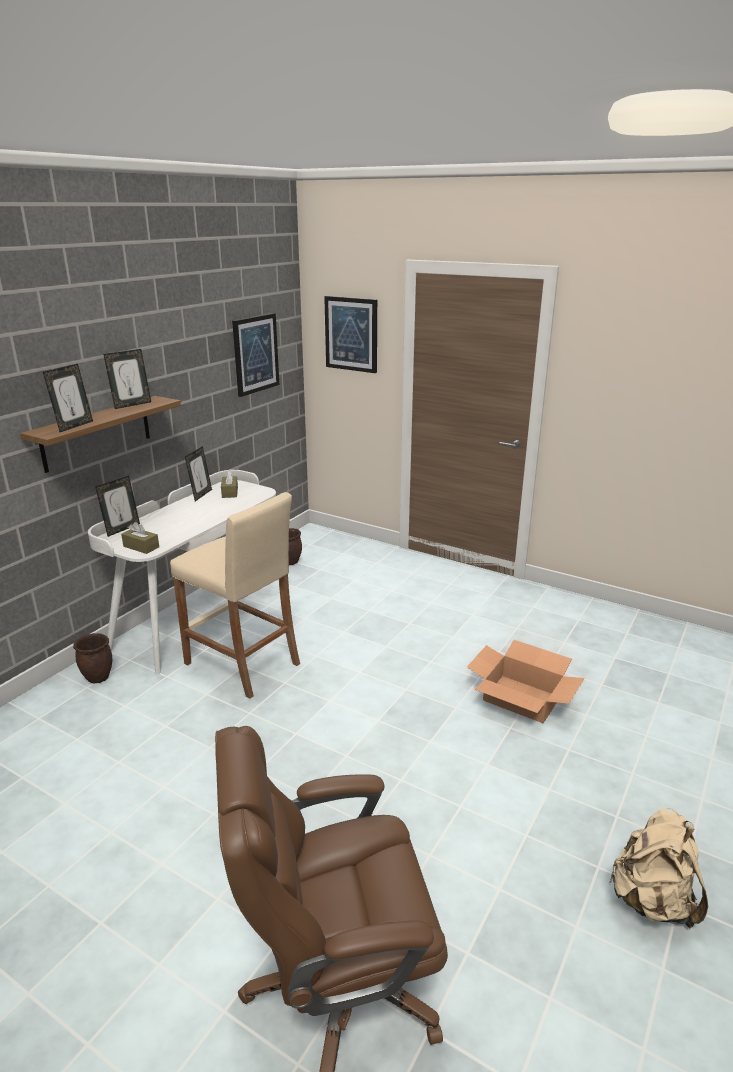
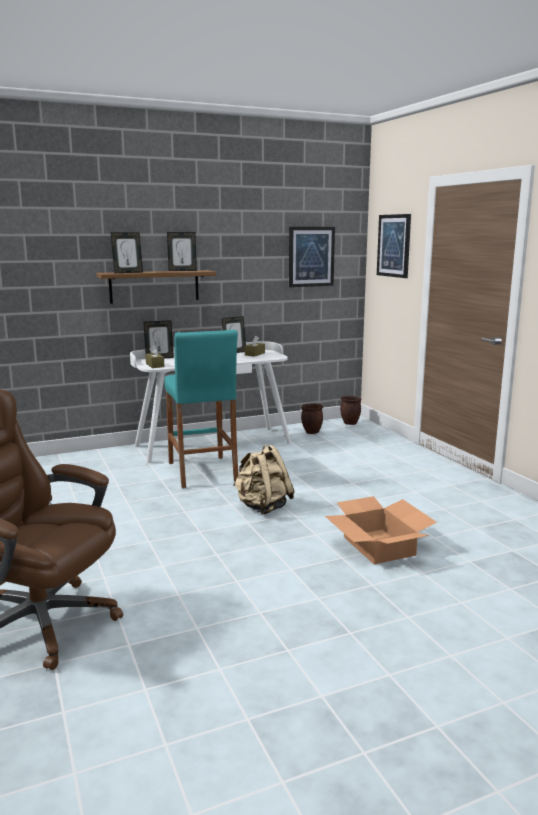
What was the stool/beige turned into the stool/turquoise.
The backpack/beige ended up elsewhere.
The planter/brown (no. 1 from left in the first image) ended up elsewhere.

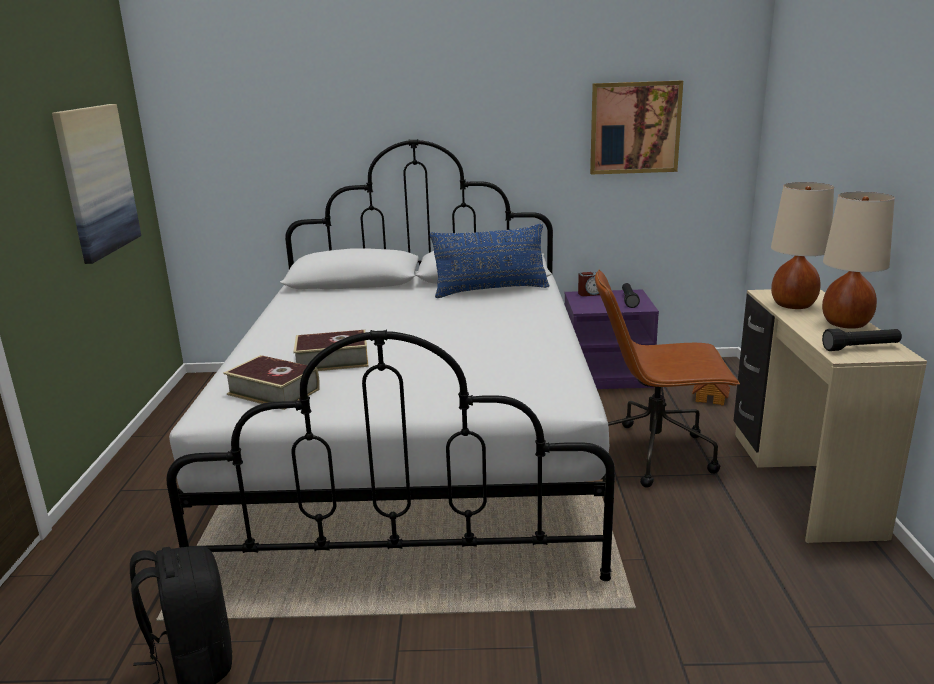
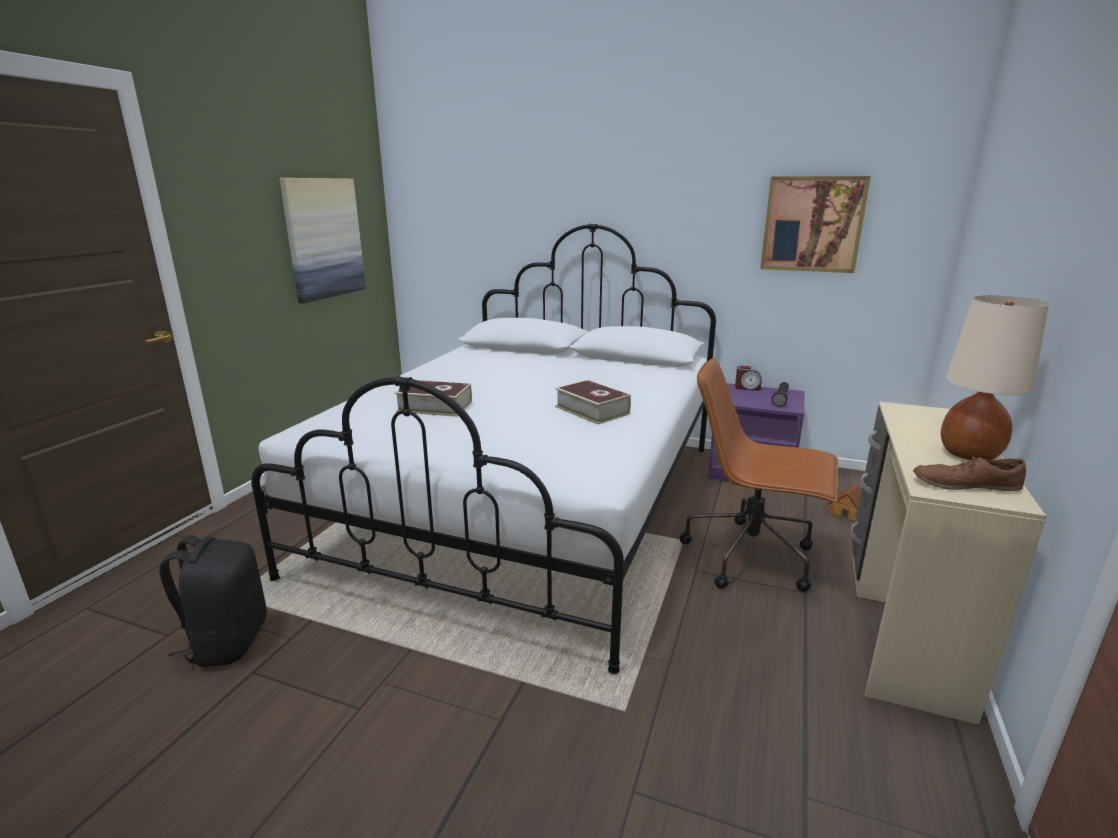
The book (no. 1 from left in the first image) ended up elsewhere.
Where the flashlight/black (no. 2 from left) stood, the shoe/brown came to stand.
The second view lost the pillow/blue.
The second view lost the table lamp/beige (no. 1 from left).

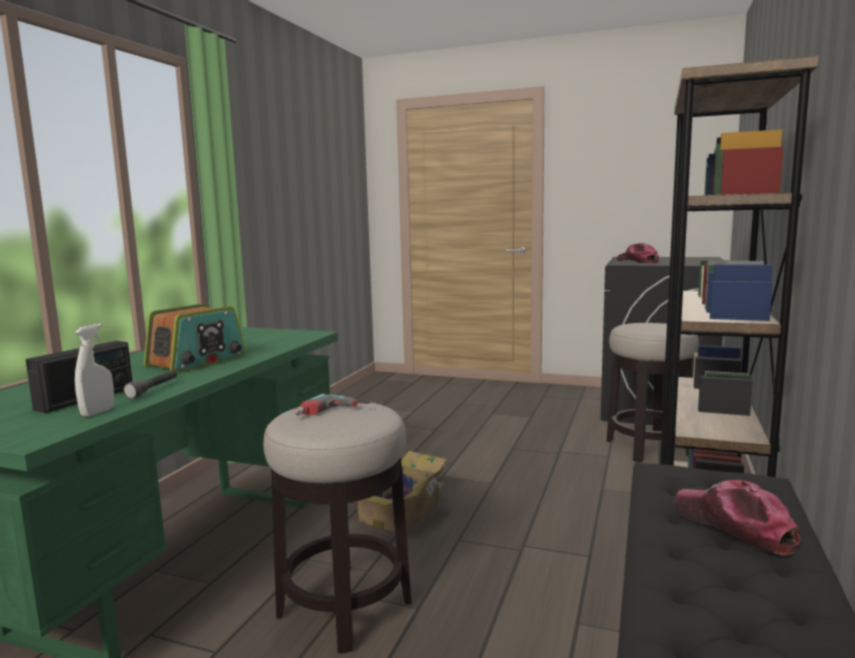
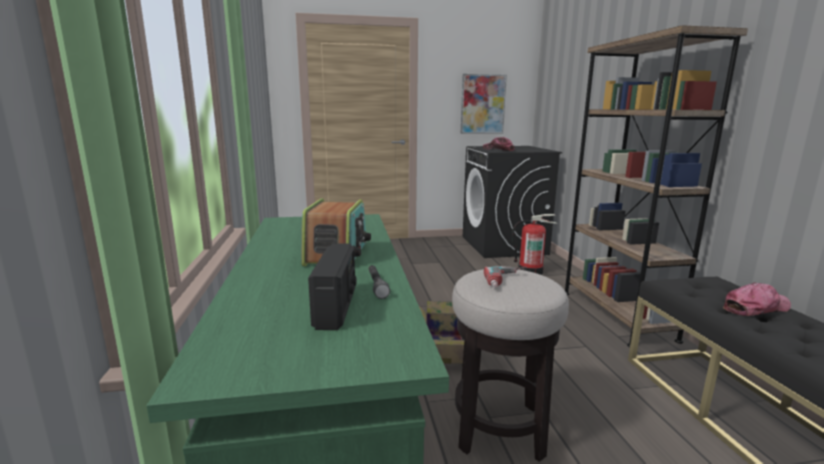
The second view gained the picture.
Where the stool (no. 2 from left) stood, the fire extinguisher came to stand.
The cap (no. 2 from left) ended up facing another way, 135 degrees clockwise from before.
The second view lost the spray bottle/white.

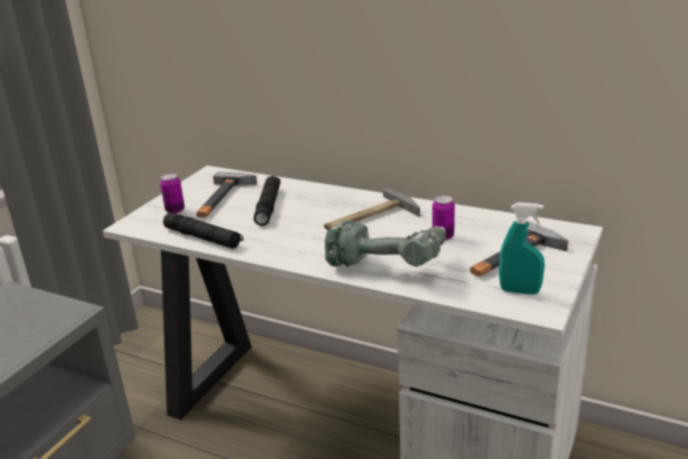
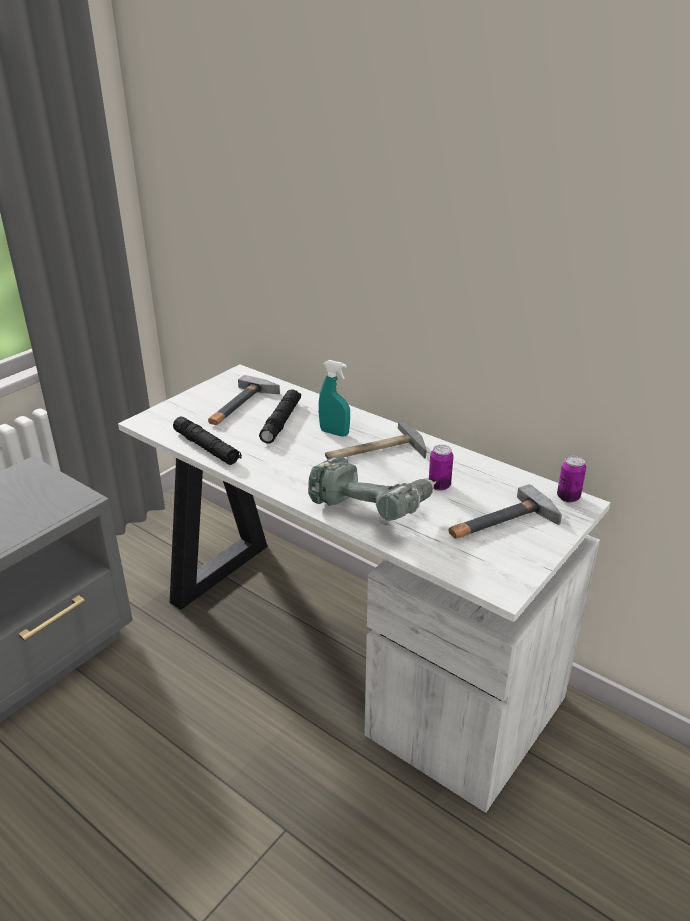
The spray bottle/turquoise ended up elsewhere.
The can (no. 1 from left in the first image) ended up elsewhere.

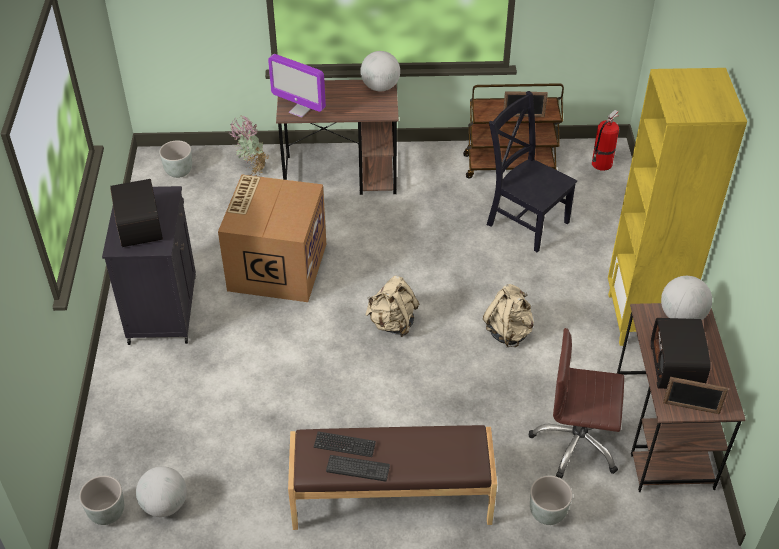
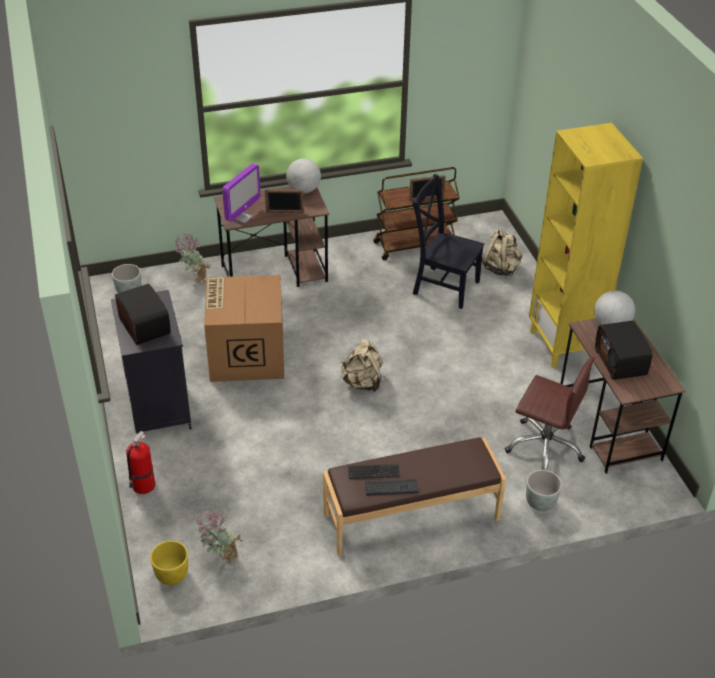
The fire extinguisher ended up elsewhere.
What was the planter/grey (no. 1 from left) turned into the planter/yellow.
Where the globe (no. 1 from left) stood, the potted plant (no. 2 from left) came to stand.
The monitor ended up facing another way, 75 degrees counterclockwise from before.
The picture frame (no. 2 from left in the first image) ended up elsewhere.
The backpack/beige (no. 2 from left) ended up elsewhere.
The office chair/brown ended up facing another way, 150 degrees counterclockwise from before.

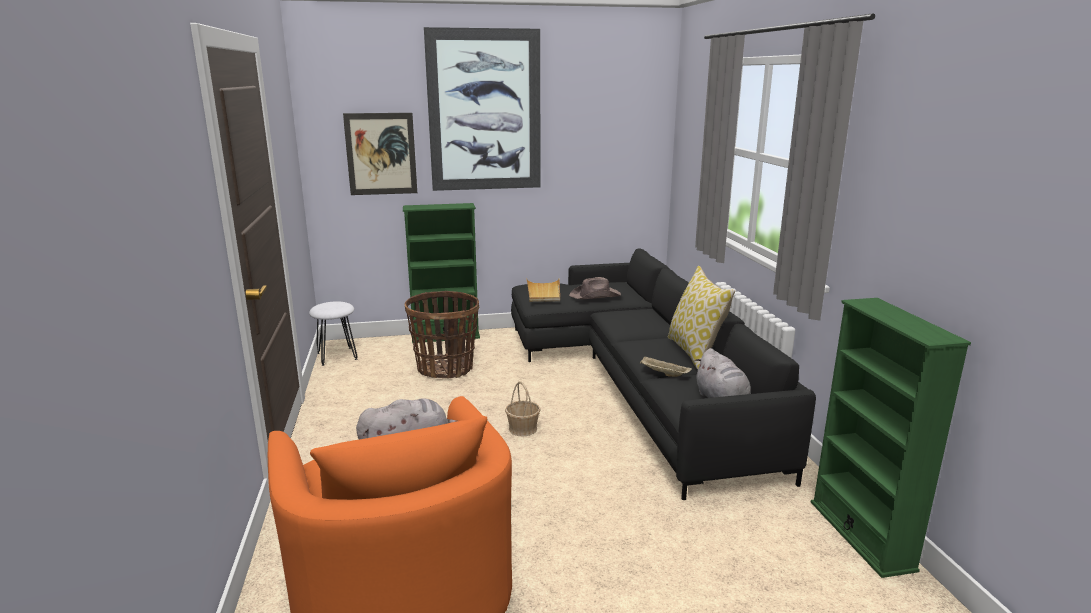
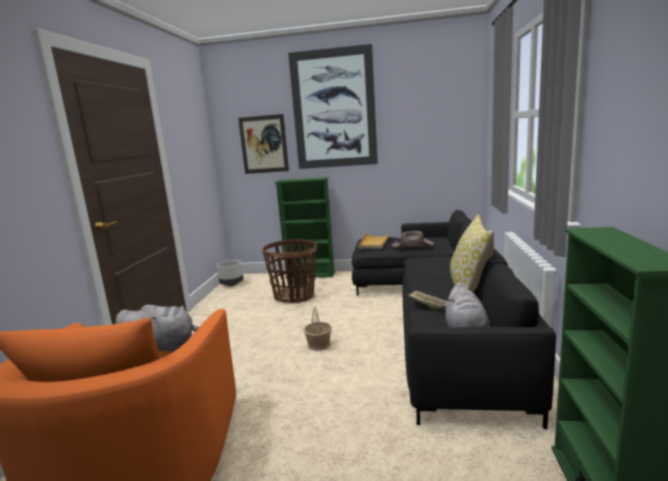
Where the stool/white stood, the planter/grey came to stand.

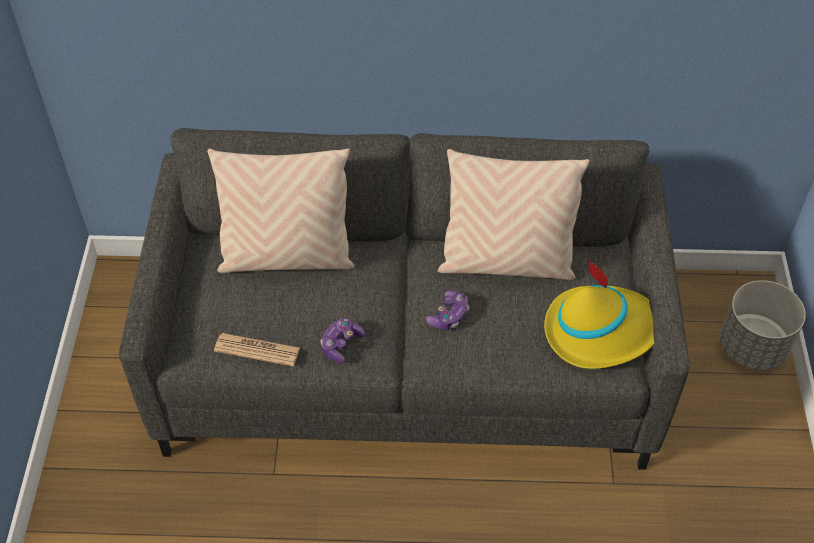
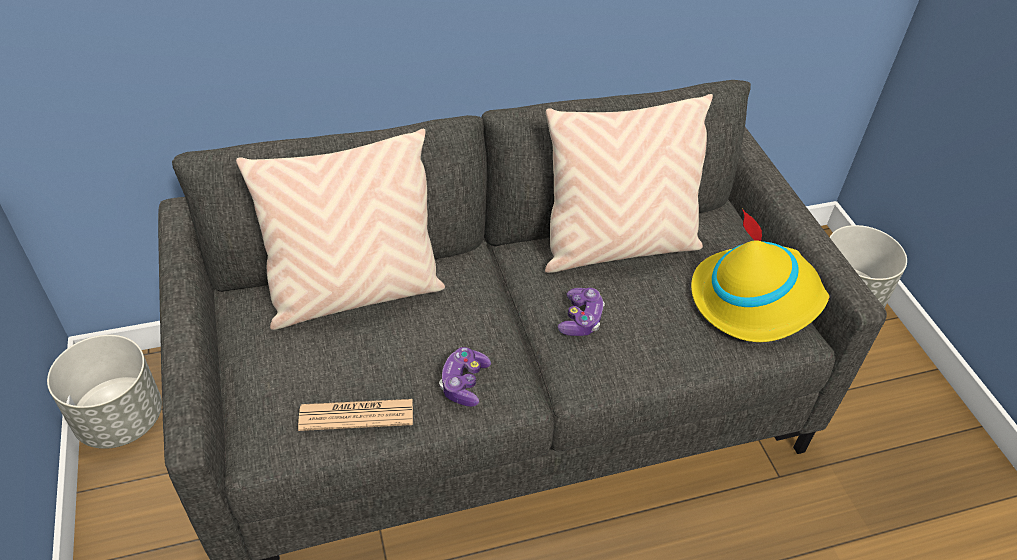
The second view gained the planter/grey (no. 1 from left).

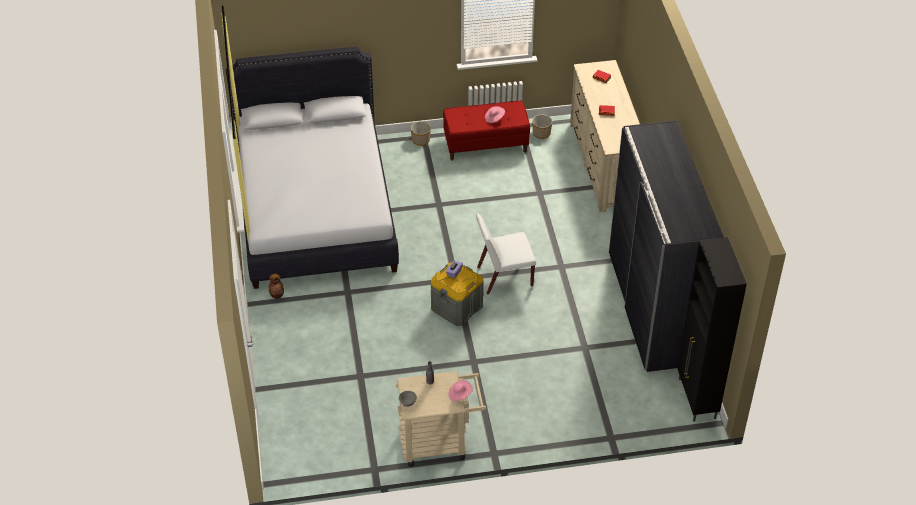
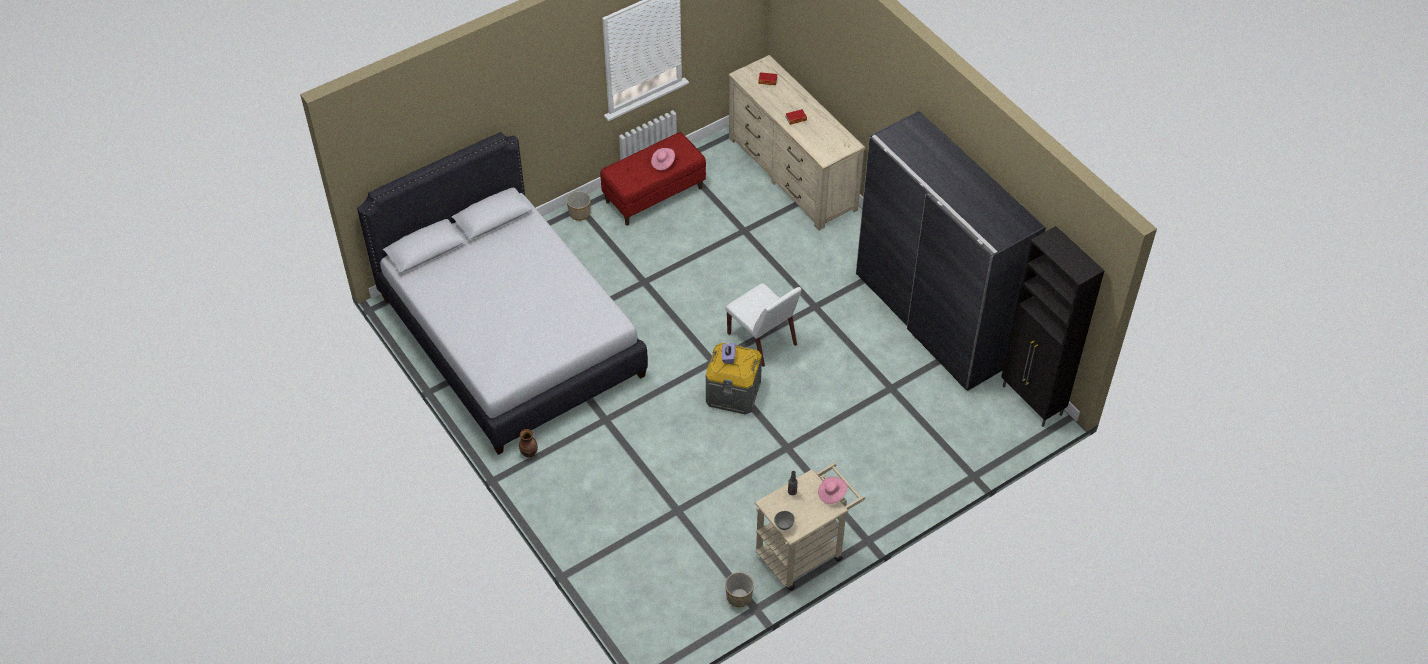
The chair/white ended up facing another way, 90 degrees counterclockwise from before.
The planter (no. 2 from left) ended up elsewhere.

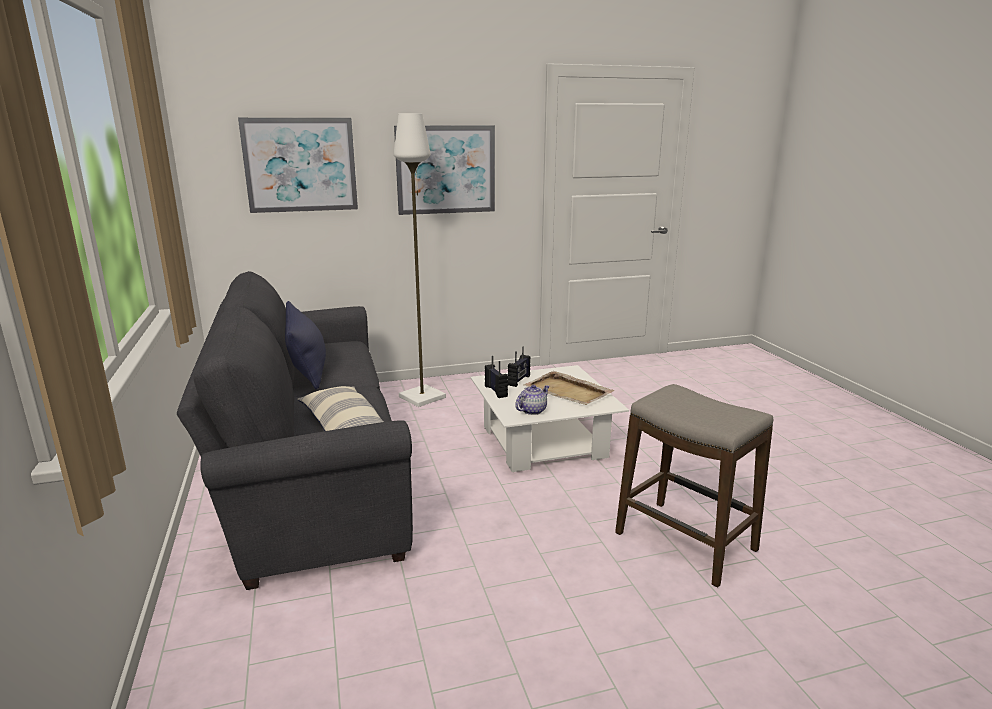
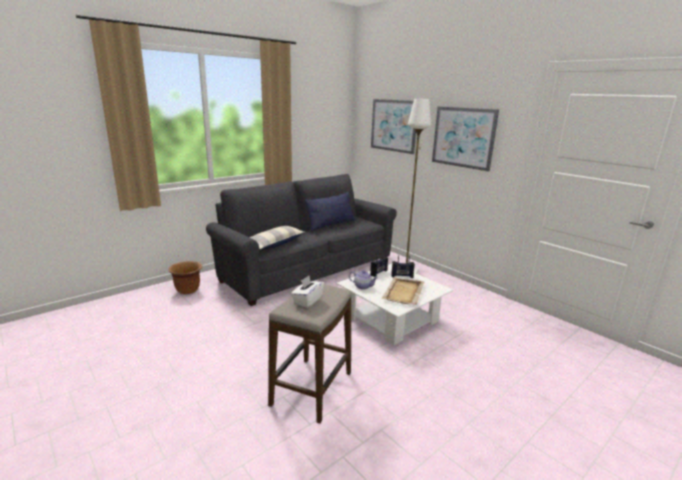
The second view gained the planter/brown.
The second view gained the tissue box/white.

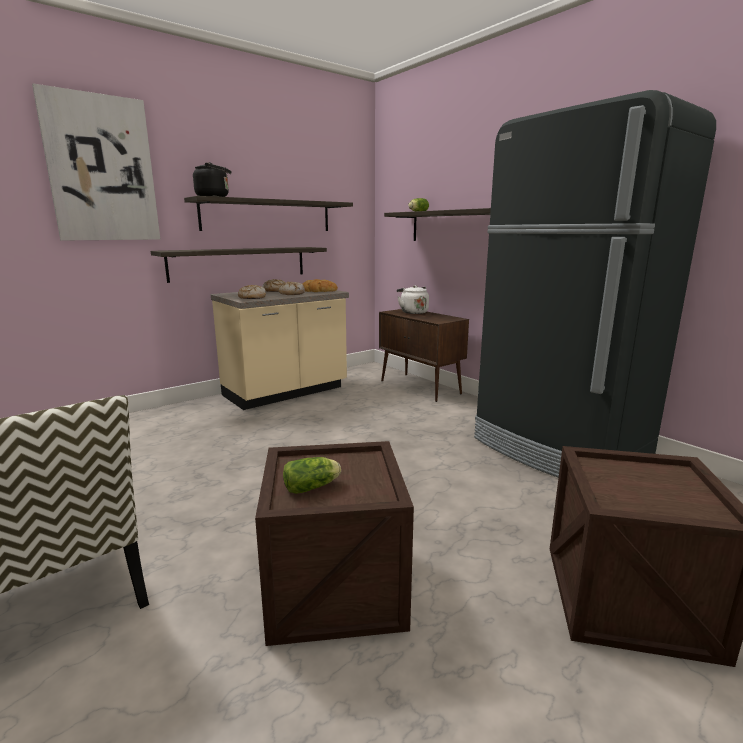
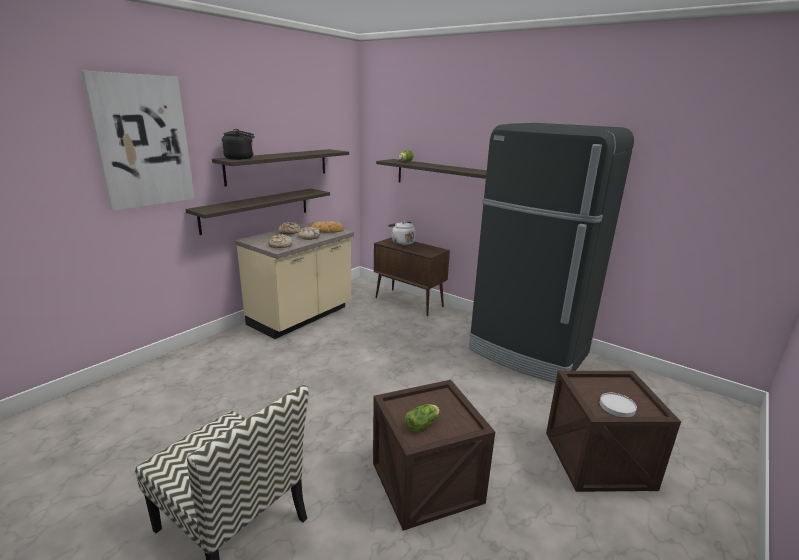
The second view gained the plate/white.

